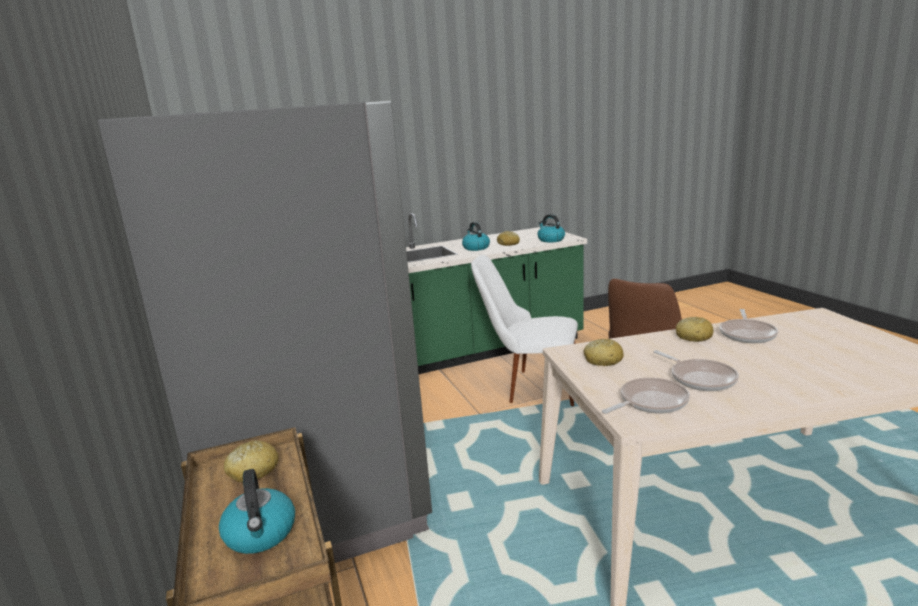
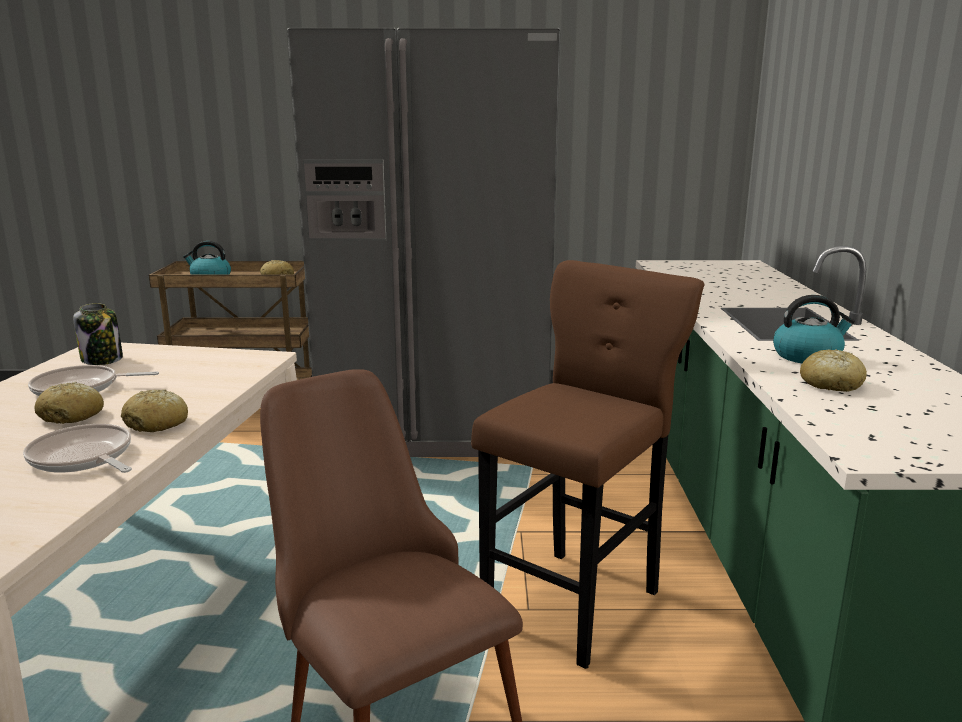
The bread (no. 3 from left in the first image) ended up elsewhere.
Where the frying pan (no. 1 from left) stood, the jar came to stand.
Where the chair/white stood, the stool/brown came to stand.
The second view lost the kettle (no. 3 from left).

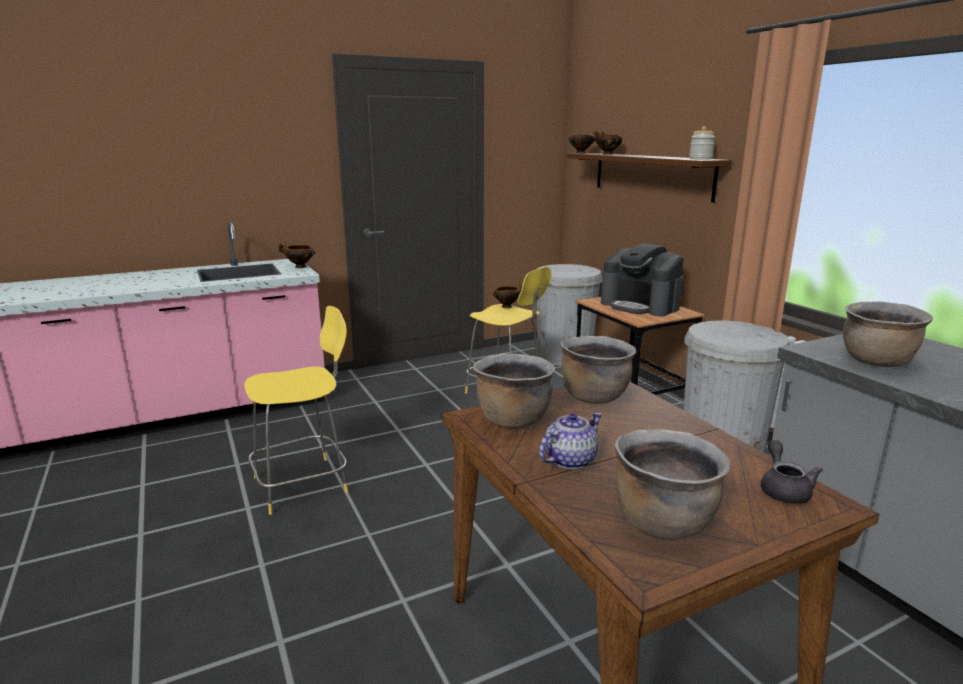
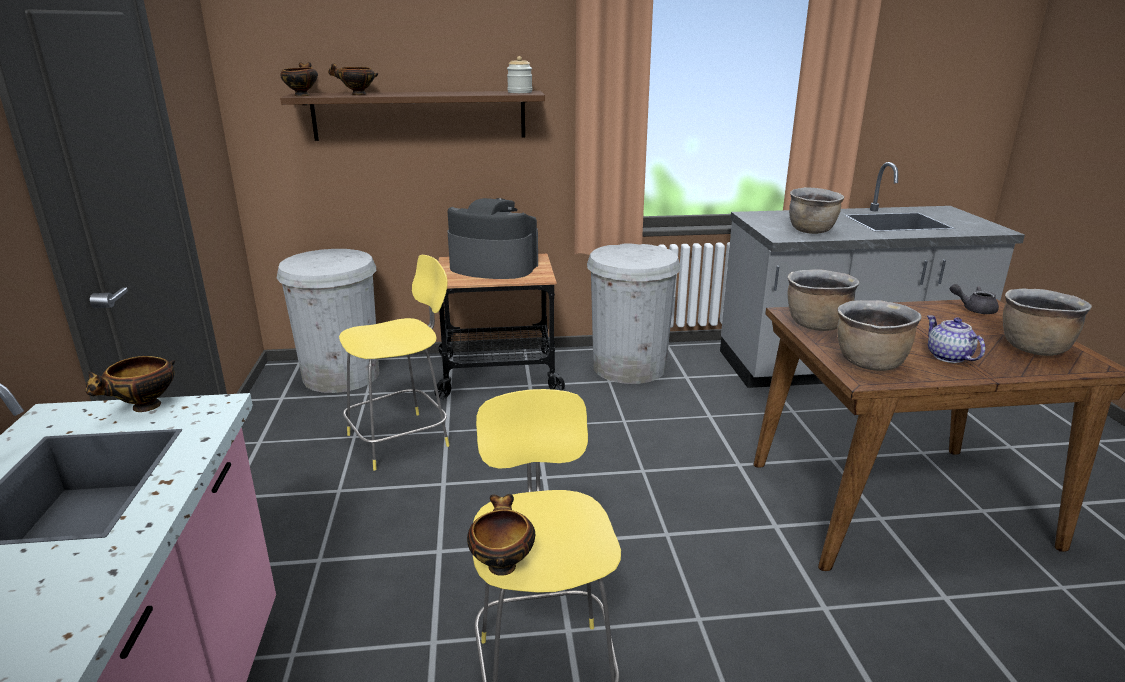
The coffee machine ended up facing another way, 135 degrees counterclockwise from before.
The bowl (no. 2 from left in the first image) ended up elsewhere.

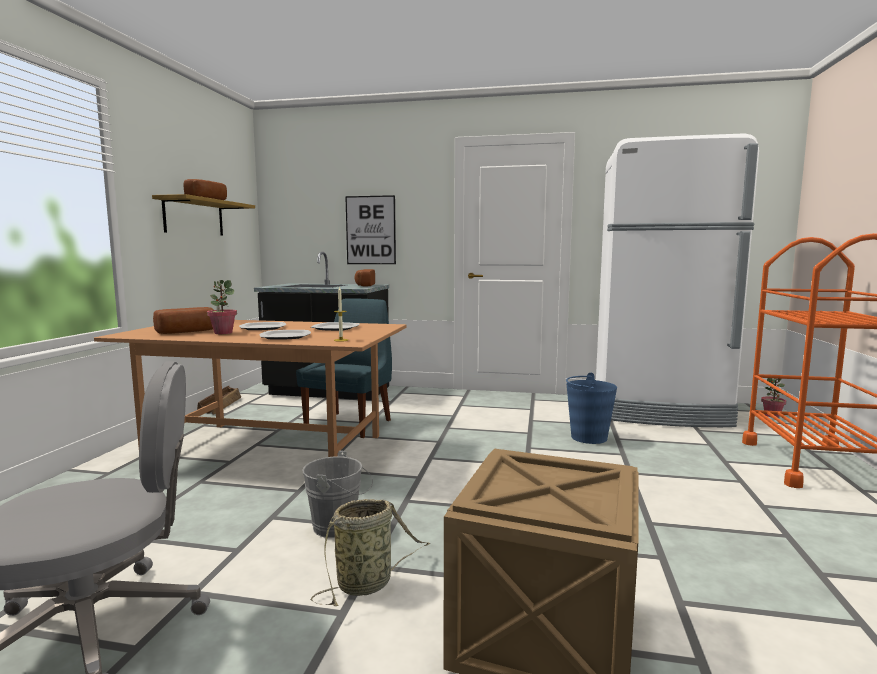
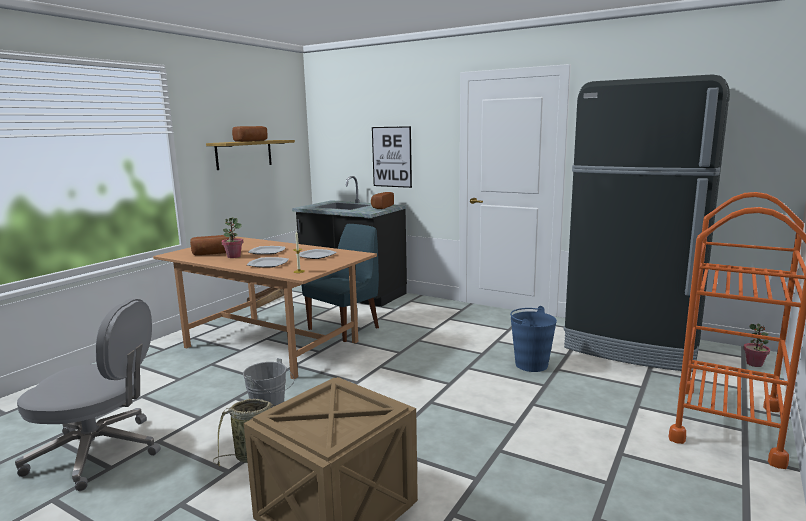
What was the fridge/white turned into the fridge/black.

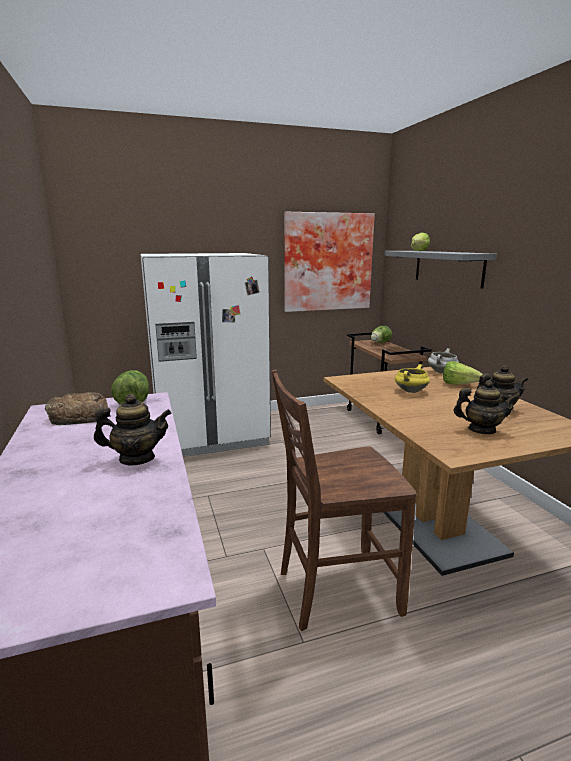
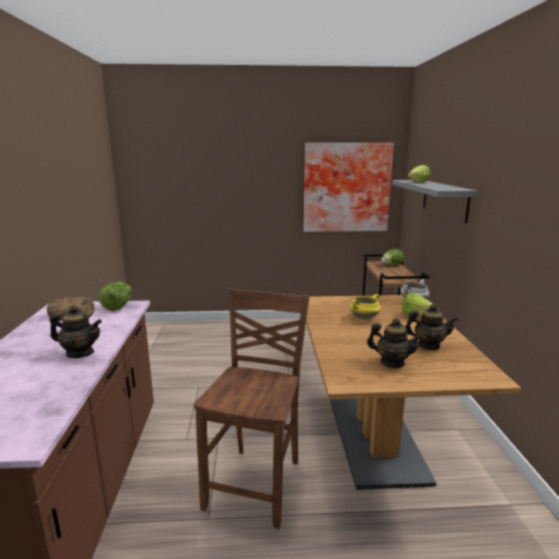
The chair/brown ended up facing another way, 105 degrees clockwise from before.
The second view lost the fridge/white.

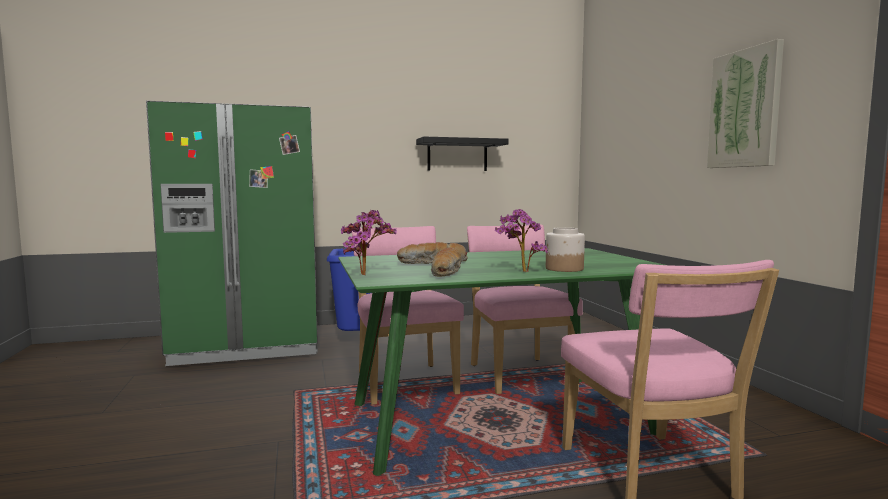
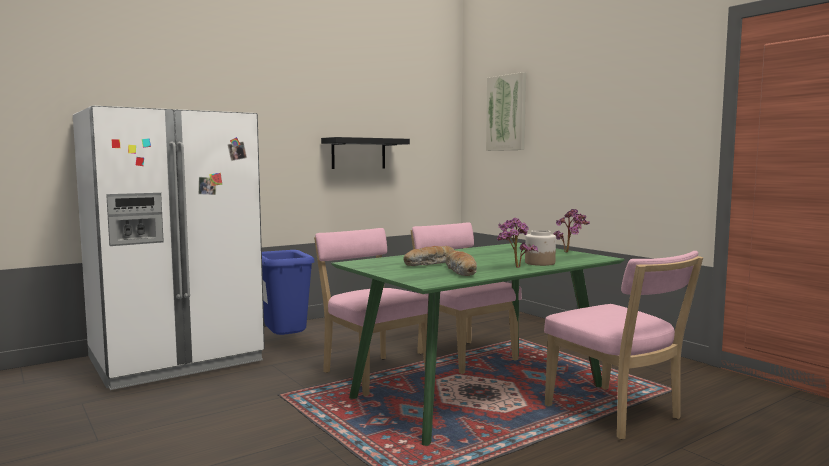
What was the fridge/green turned into the fridge/white.
The picture ended up elsewhere.
The potted plant (no. 1 from left in the first image) ended up elsewhere.

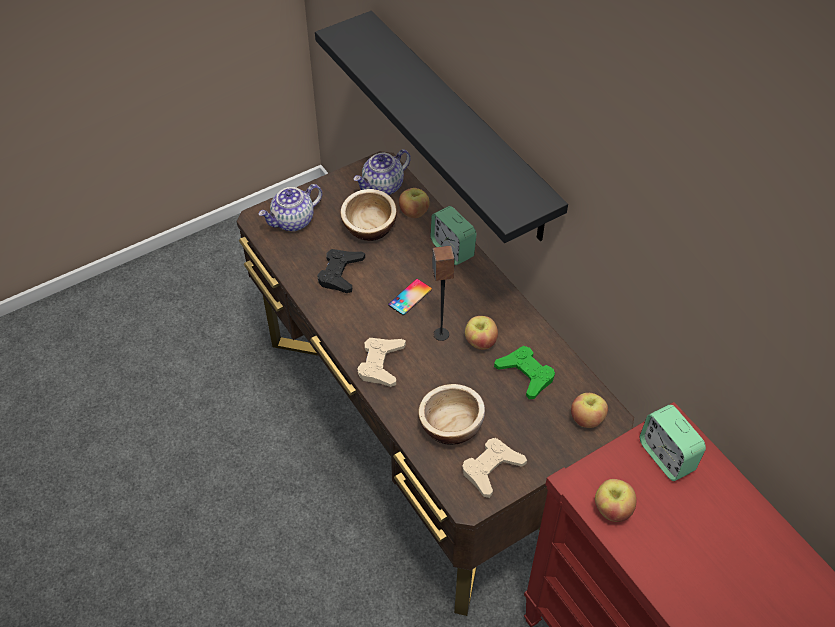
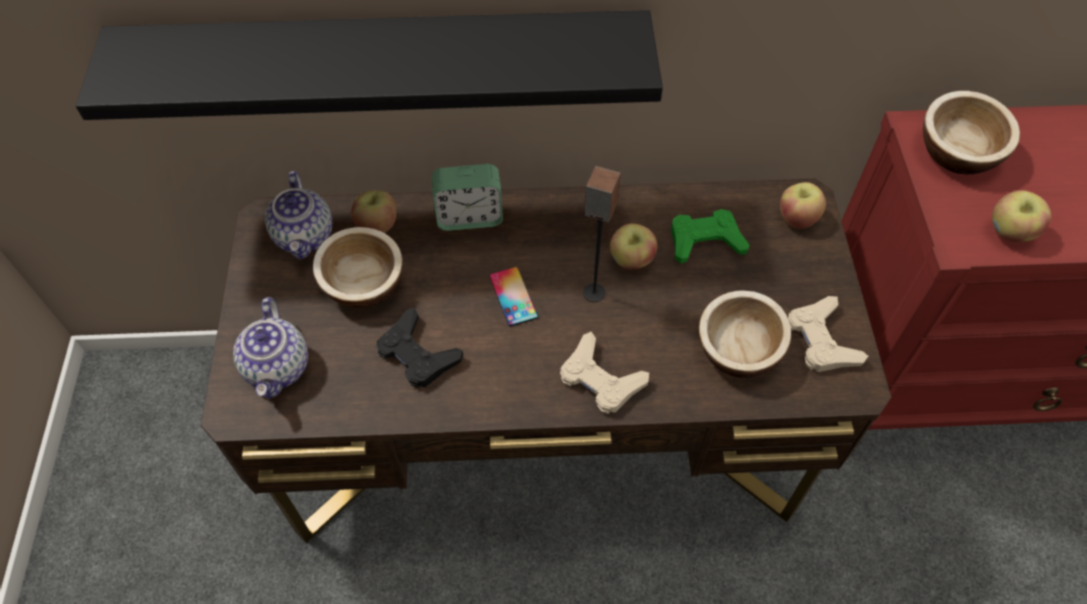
Where the alarm clock (no. 2 from left) stood, the bowl (no. 3 from left) came to stand.

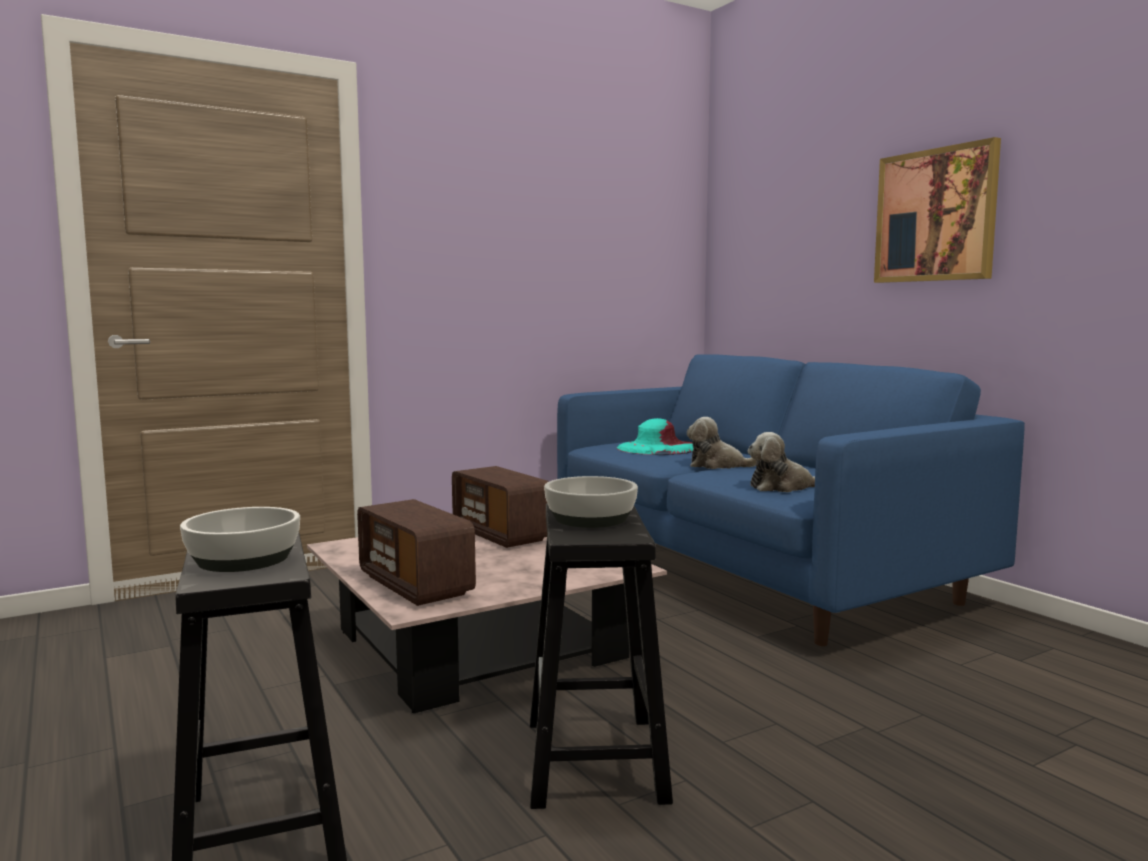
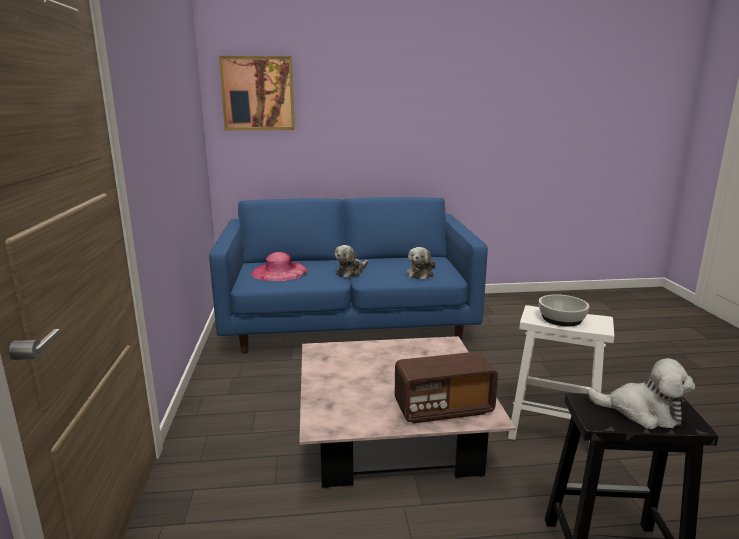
The picture ended up elsewhere.
What was the hat/turquoise turned into the hat/pink.
What was the stool/black (no. 2 from left) turned into the stool/white.
Where the bowl (no. 1 from left) stood, the plush toy (no. 3 from left) came to stand.
The second view lost the radio (no. 2 from left).

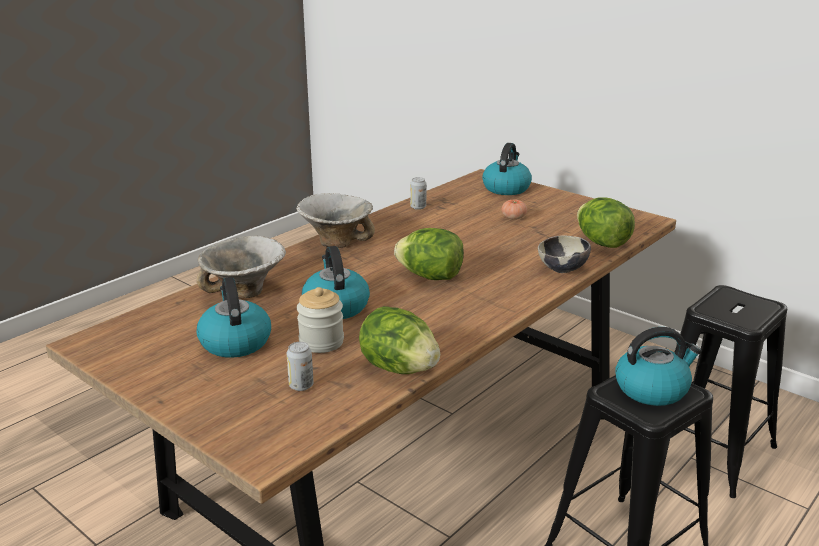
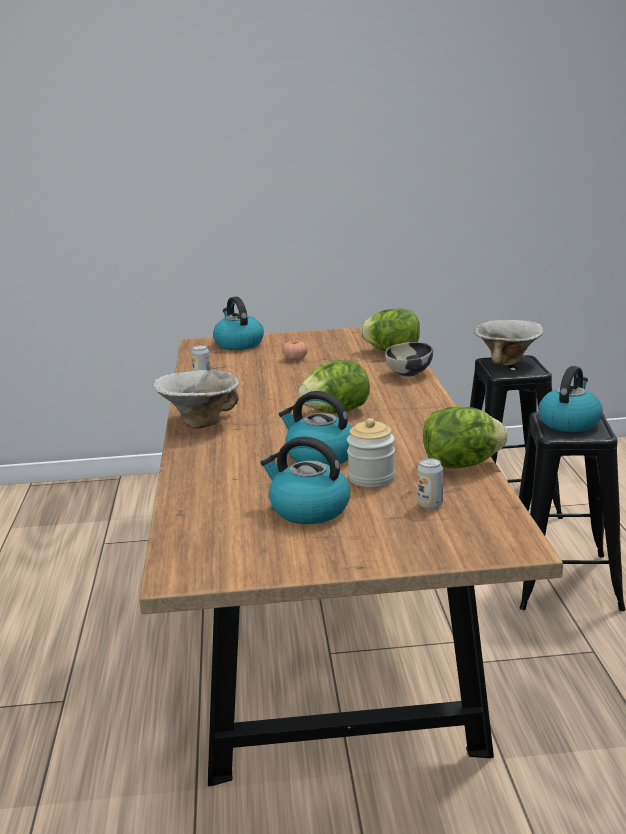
The bowl (no. 1 from left in the first image) ended up elsewhere.

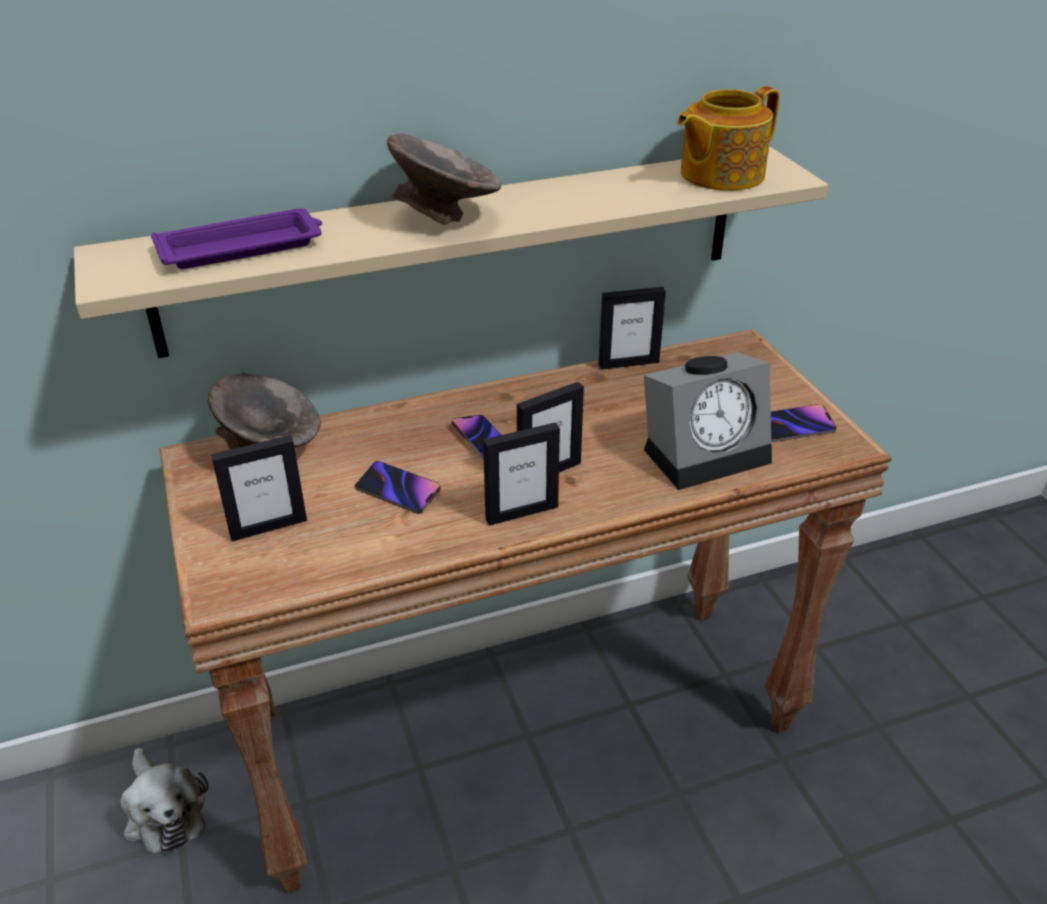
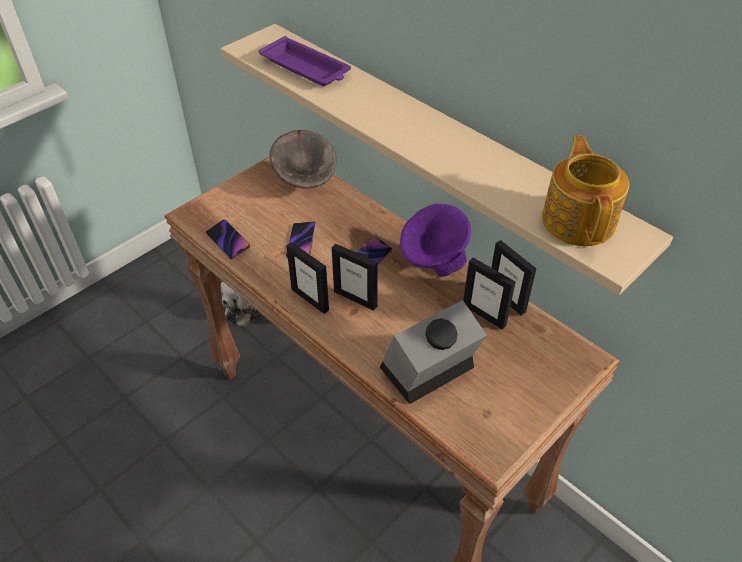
The phone (no. 3 from left in the first image) ended up elsewhere.
The alarm clock ended up facing another way, 105 degrees clockwise from before.
The second view gained the bowl/purple.
The picture frame (no. 1 from left in the first image) ended up elsewhere.
The teapot ended up facing another way, 60 degrees clockwise from before.
The second view lost the bowl/grey (no. 2 from left).

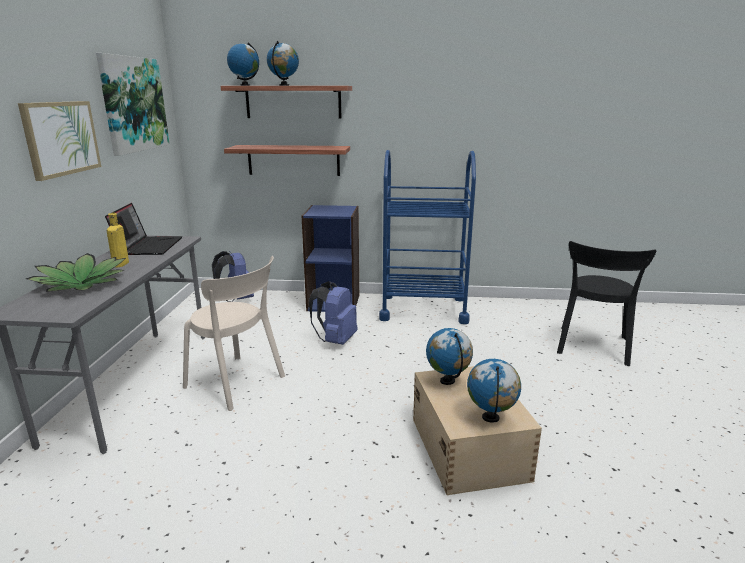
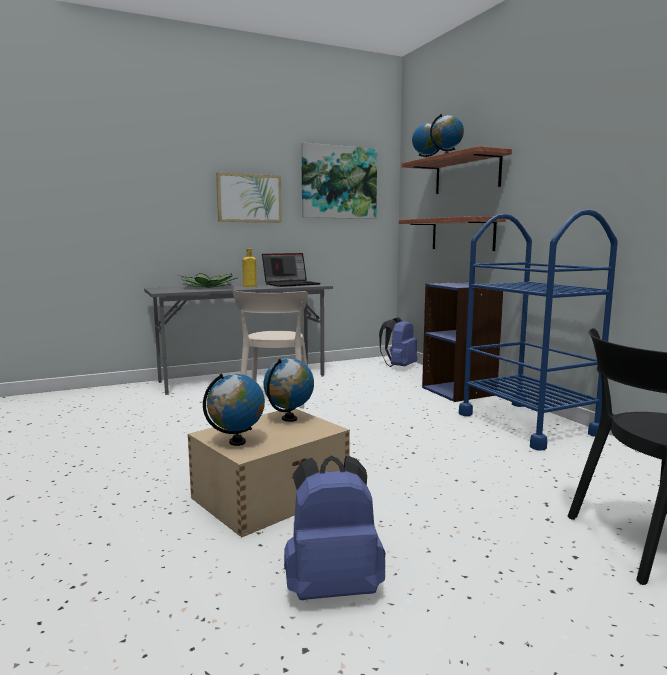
The backpack/blue (no. 2 from left in the first image) ended up elsewhere.

